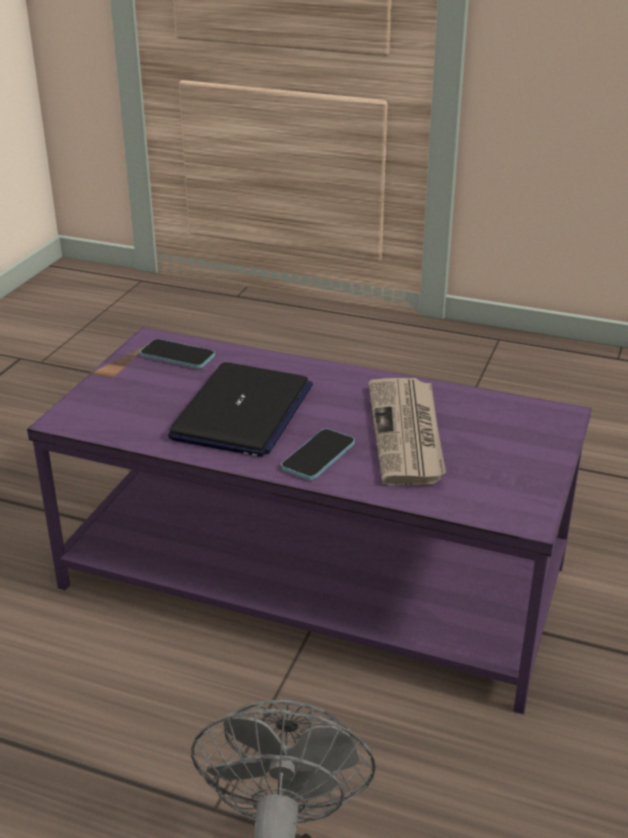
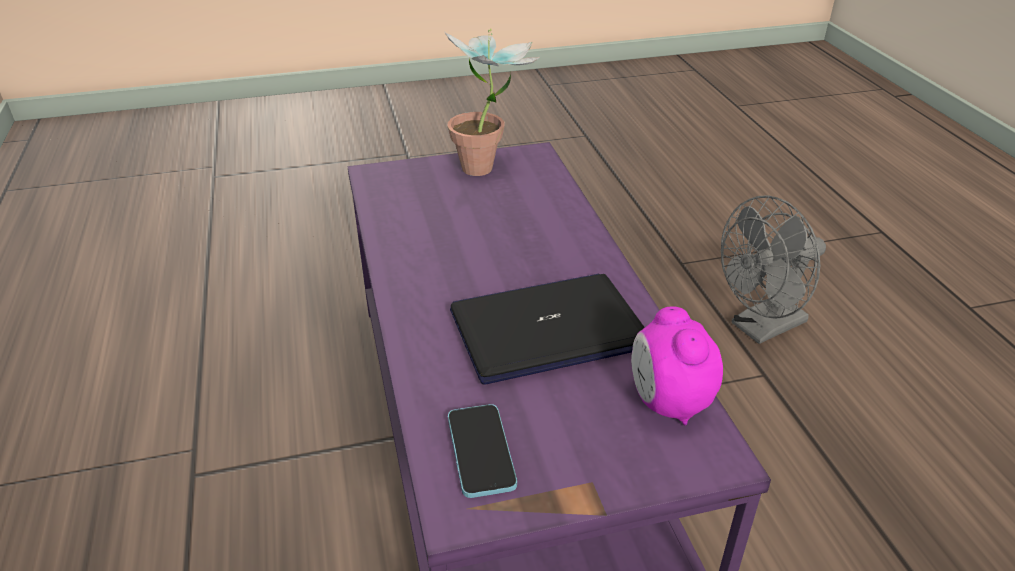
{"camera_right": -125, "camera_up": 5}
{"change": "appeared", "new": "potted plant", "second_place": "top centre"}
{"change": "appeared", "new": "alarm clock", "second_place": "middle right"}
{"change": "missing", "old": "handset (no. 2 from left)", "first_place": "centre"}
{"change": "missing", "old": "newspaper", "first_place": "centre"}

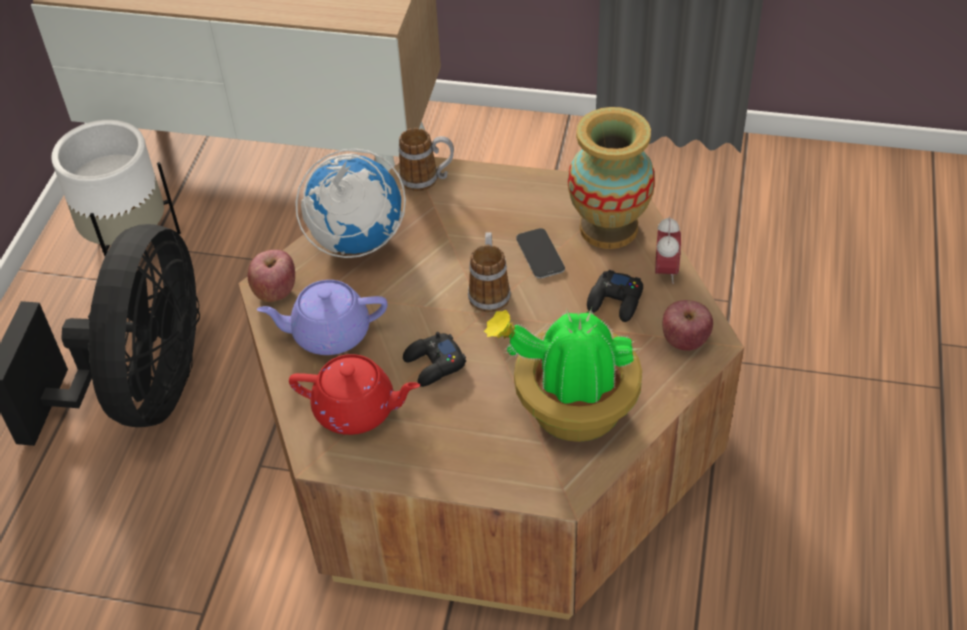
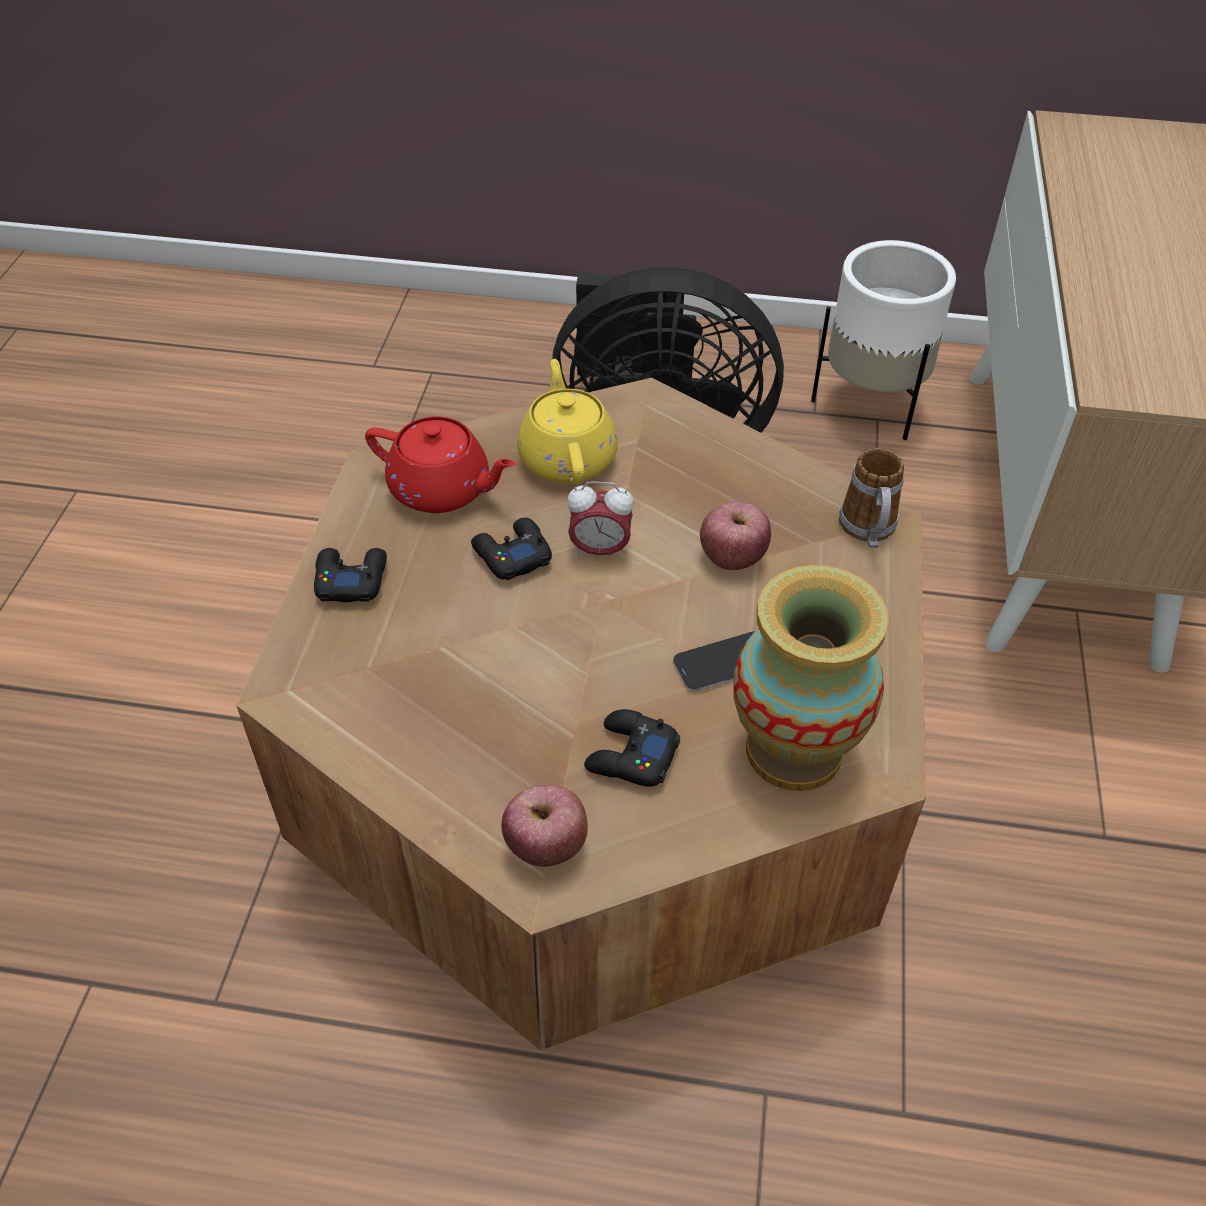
{"camera_right": 85, "camera_up": 0}
{"change": "appeared", "new": "black gamepad (no. 1 from left)", "second_place": "middle left"}
{"change": "spun", "old": "red-coloured teapot", "first_place": "centre", "second_place": "centre", "degrees": -75}
{"change": "colour", "old": "purplish teapot", "new": "yellow teapot", "first_place": "middle left", "second_place": "centre"}
{"change": "relocated", "old": "alarm clock", "first_place": "middle right", "second_place": "centre"}
{"change": "relocated", "old": "whole apple (no. 1 from left in the first image)", "new": "whole apple (no. 2 from left)", "first_place": "middle left", "second_place": "centre"}
{"change": "missing", "old": "globe", "first_place": "top centre"}
{"change": "missing", "old": "mug (no. 2 from left)", "first_place": "centre"}
{"change": "missing", "old": "potted plant", "first_place": "centre"}

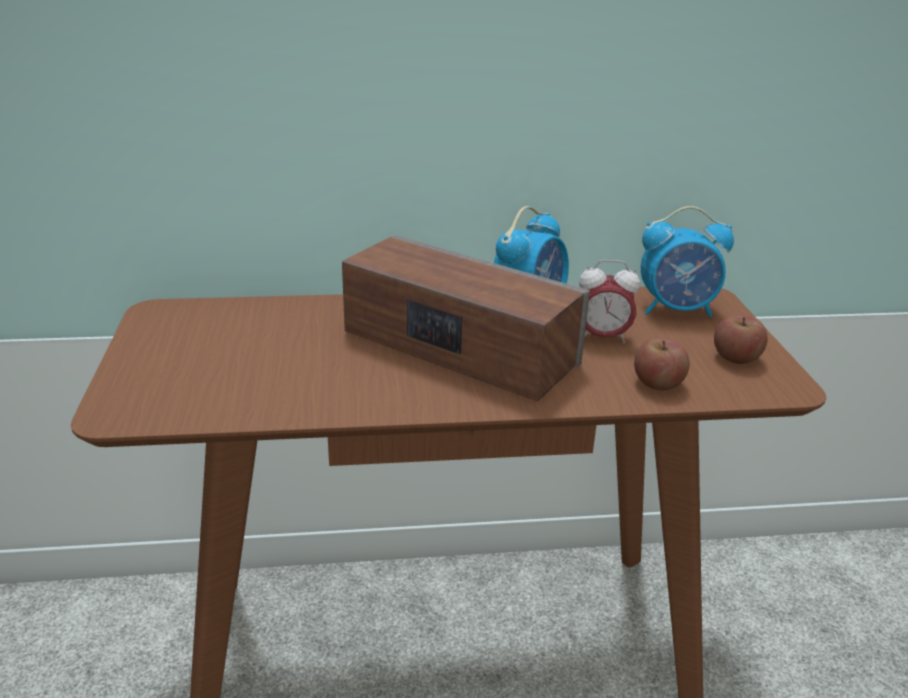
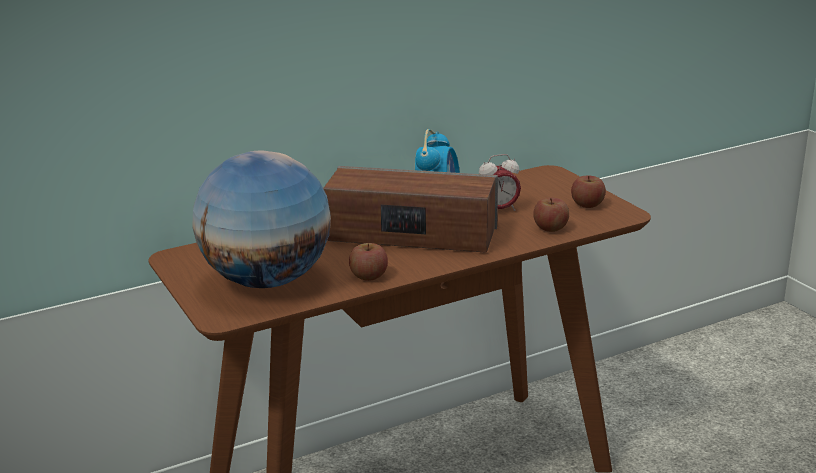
{"camera_right": -20, "camera_up": -5}
{"change": "appeared", "new": "globe", "second_place": "middle left"}
{"change": "appeared", "new": "whole apple (no. 1 from left)", "second_place": "centre"}
{"change": "missing", "old": "alarm clock (no. 3 from left)", "first_place": "middle right"}

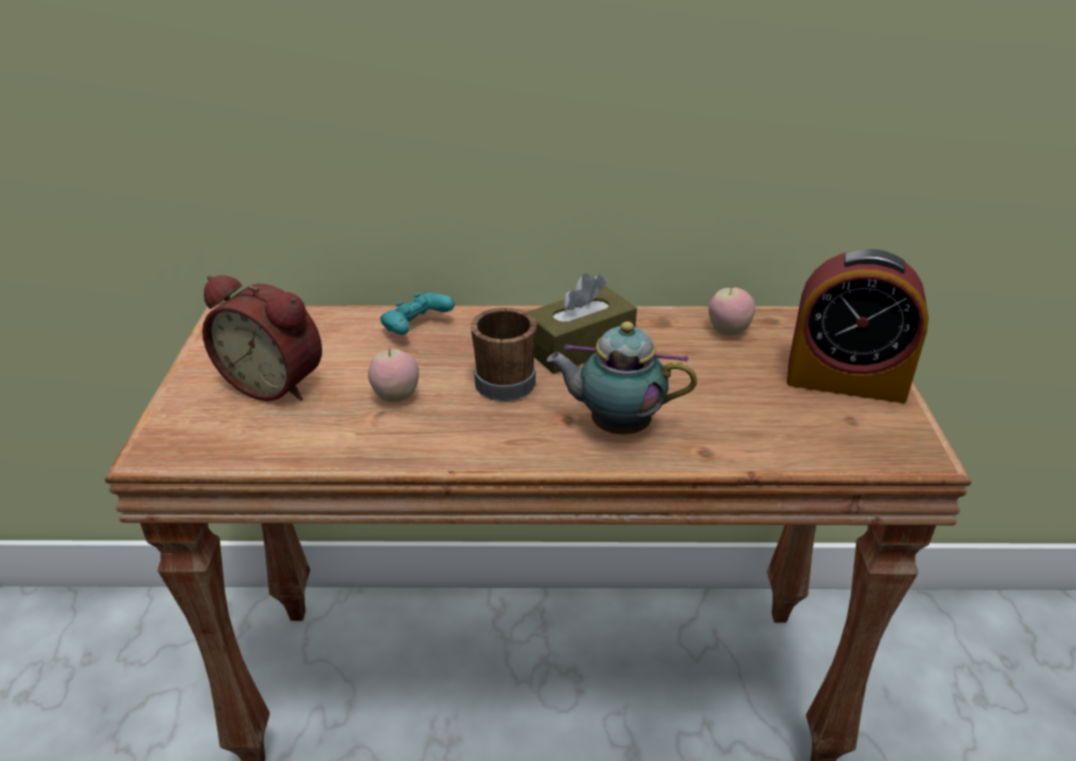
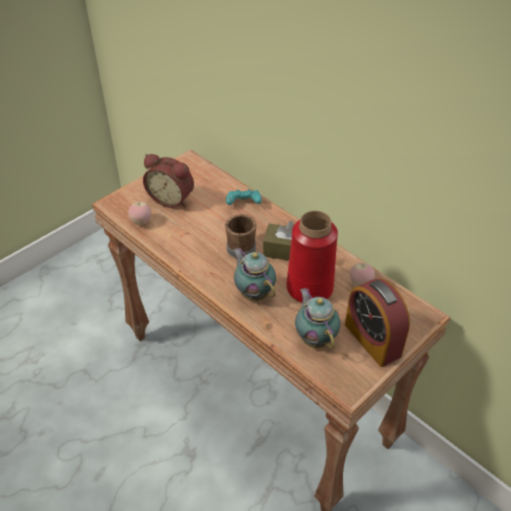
{"camera_right": 45, "camera_up": 10}
{"change": "relocated", "old": "whole apple (no. 1 from left)", "first_place": "centre", "second_place": "middle left"}
{"change": "spun", "old": "alarm clock (no. 1 from left)", "first_place": "middle left", "second_place": "middle left", "degrees": -45}
{"change": "appeared", "new": "red-coloured decorative vase", "second_place": "centre"}
{"change": "appeared", "new": "teapot (no. 2 from left)", "second_place": "centre"}

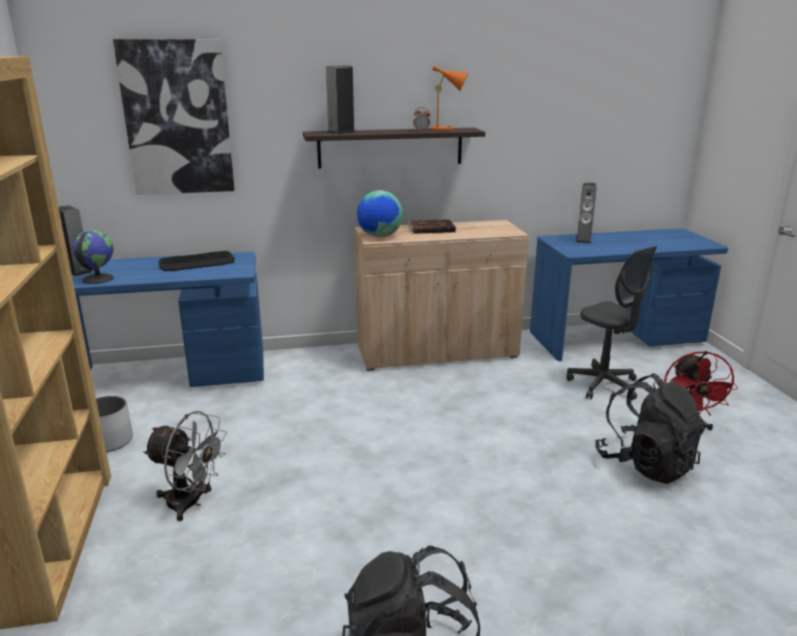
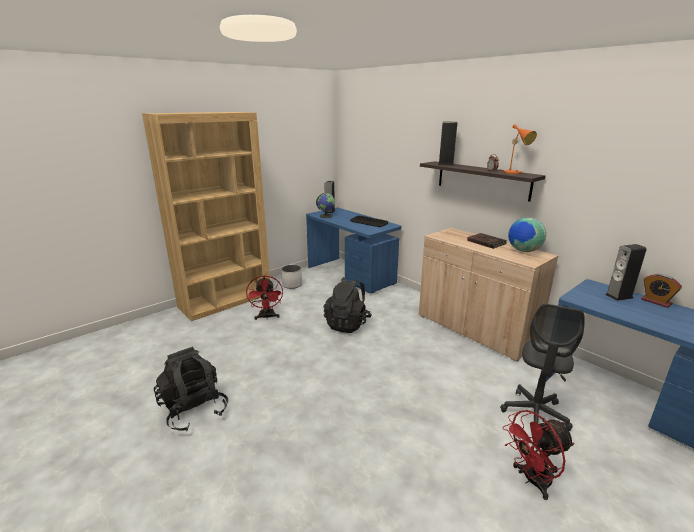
{"camera_right": 60, "camera_up": 0}
{"change": "colour", "old": "greyish fan", "new": "red-coloured fan (no. 1 from left)", "first_place": "bottom left", "second_place": "centre"}
{"change": "relocated", "old": "black knapsack (no. 2 from left)", "first_place": "bottom right", "second_place": "centre"}
{"change": "relocated", "old": "globe (no. 2 from left)", "first_place": "centre", "second_place": "middle right"}
{"change": "appeared", "new": "alarm clock (no. 2 from left)", "second_place": "middle right"}
{"change": "missing", "old": "wall art", "first_place": "top left"}

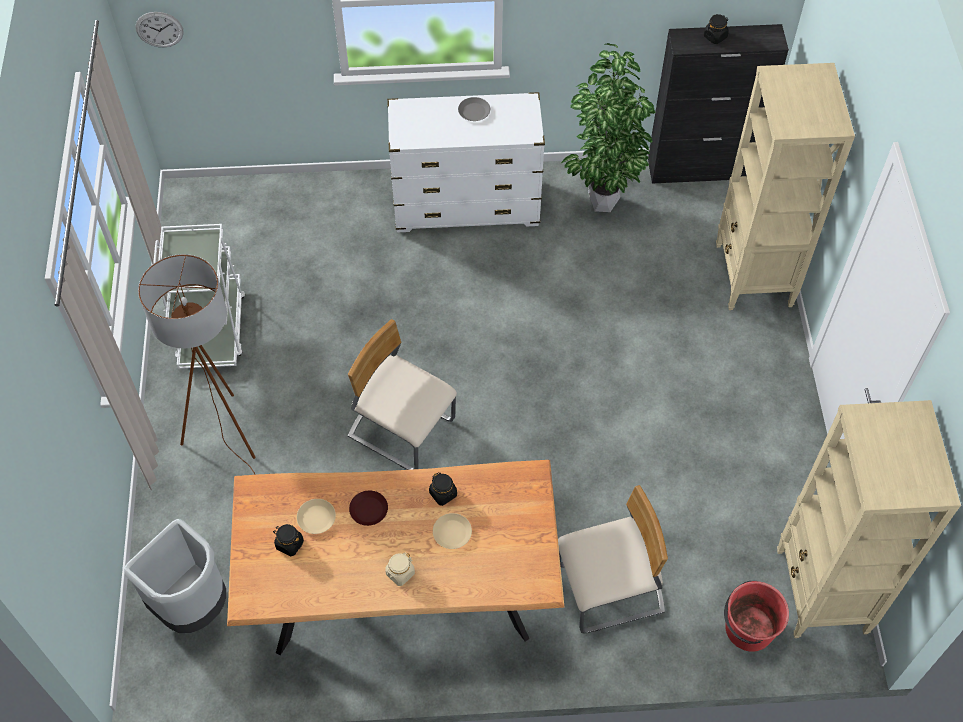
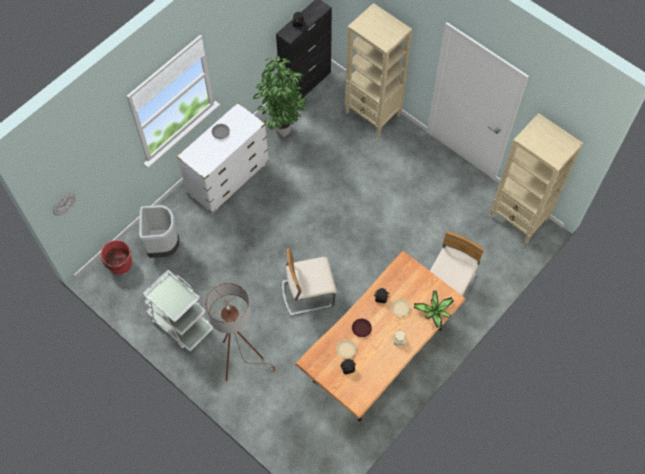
{"camera_right": -45, "camera_up": 5}
{"change": "relocated", "old": "red-coloured bucket", "first_place": "bottom right", "second_place": "middle left"}
{"change": "relocated", "old": "greyish trash can", "first_place": "bottom left", "second_place": "middle left"}
{"change": "appeared", "new": "potted plant (no. 2 from left)", "second_place": "middle right"}

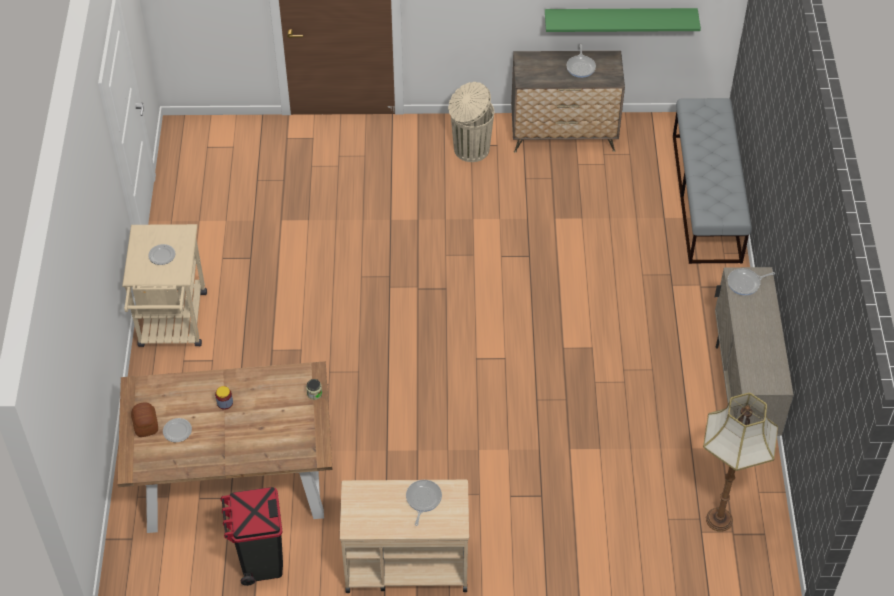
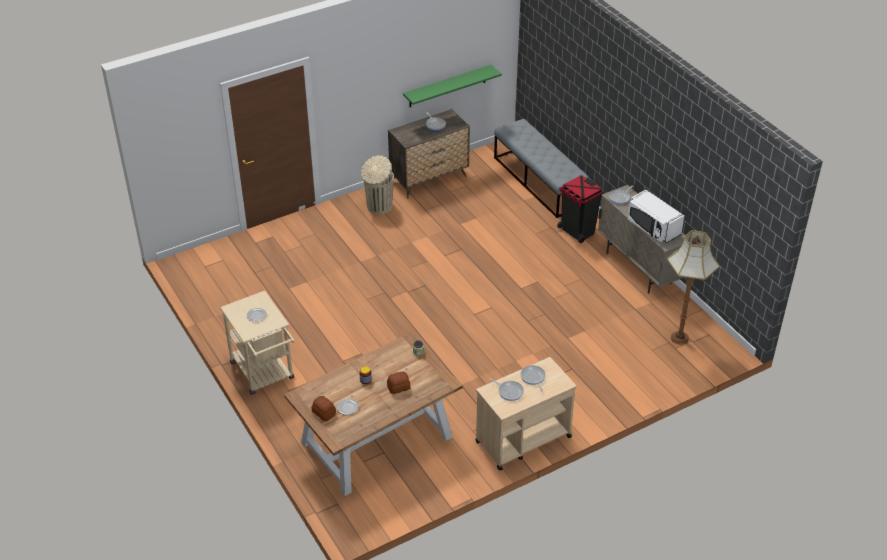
{"camera_right": -30, "camera_up": -10}
{"change": "appeared", "new": "baked bread (no. 2 from left)", "second_place": "bottom centre"}
{"change": "appeared", "new": "frying pan (no. 2 from left)", "second_place": "bottom centre"}
{"change": "relocated", "old": "black trash can", "first_place": "bottom left", "second_place": "centre"}
{"change": "appeared", "new": "whitish microwave oven", "second_place": "middle right"}

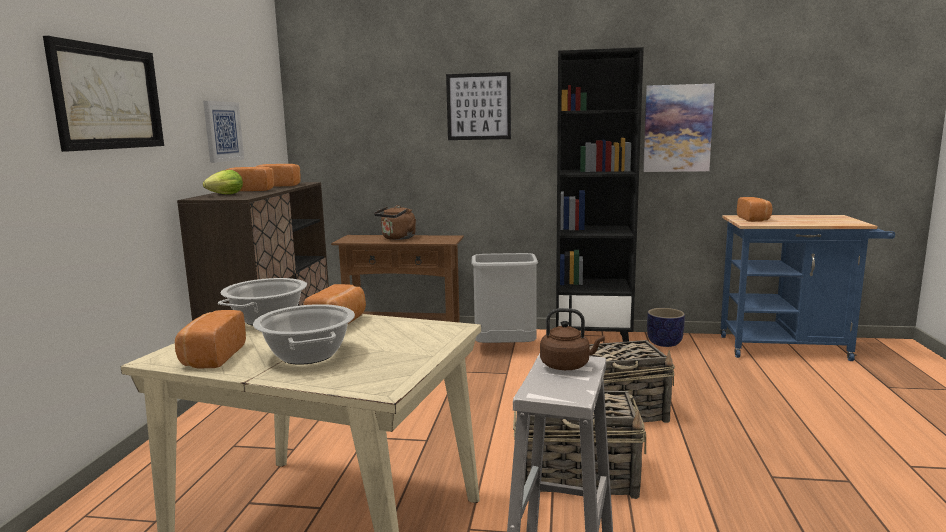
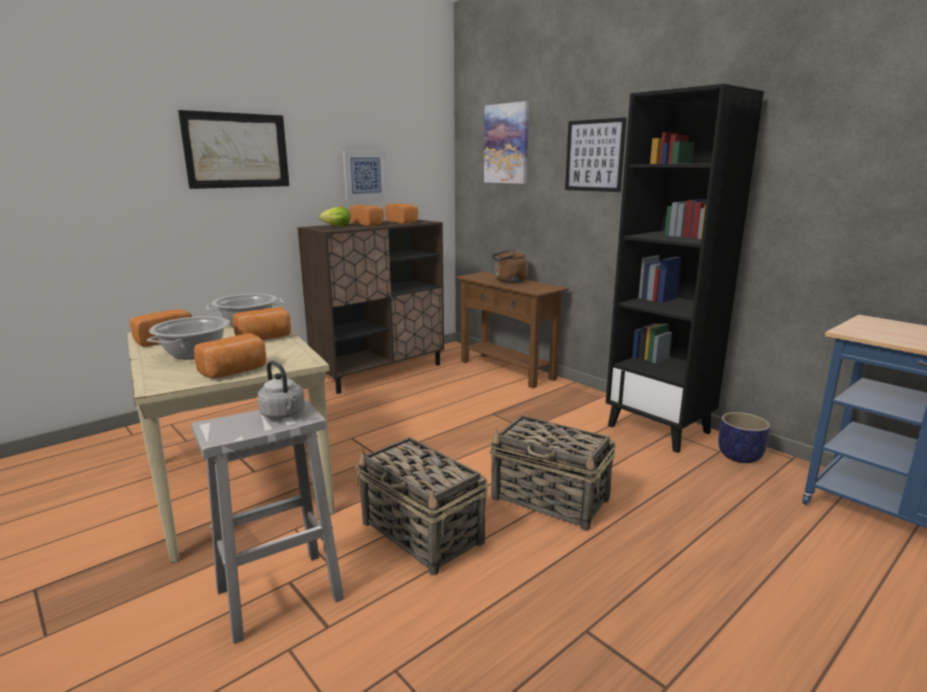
{"camera_right": 40, "camera_up": 5}
{"change": "relocated", "old": "baked bread (no. 5 from left in the first image)", "new": "baked bread (no. 2 from left)", "first_place": "middle right", "second_place": "middle left"}
{"change": "colour", "old": "brown-coloured kettle (no. 2 from left)", "new": "greyish kettle", "first_place": "centre", "second_place": "middle left"}
{"change": "relocated", "old": "wall art (no. 4 from left in the first image)", "new": "wall art (no. 3 from left)", "first_place": "top right", "second_place": "top centre"}
{"change": "missing", "old": "greyish trash can", "first_place": "centre"}

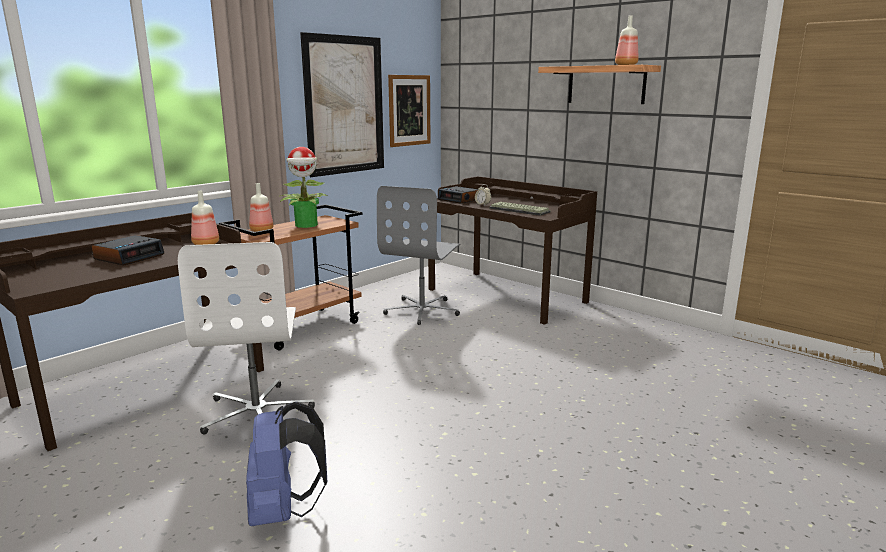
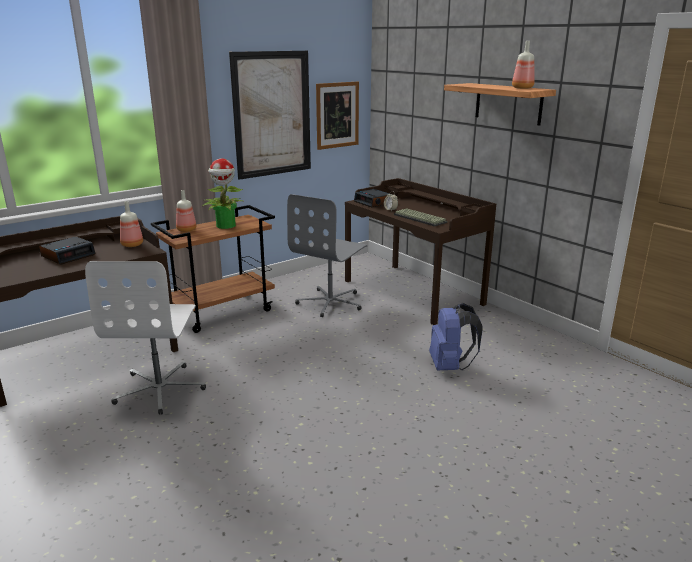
{"camera_right": 10, "camera_up": 5}
{"change": "relocated", "old": "bluish knapsack", "first_place": "bottom left", "second_place": "centre"}

